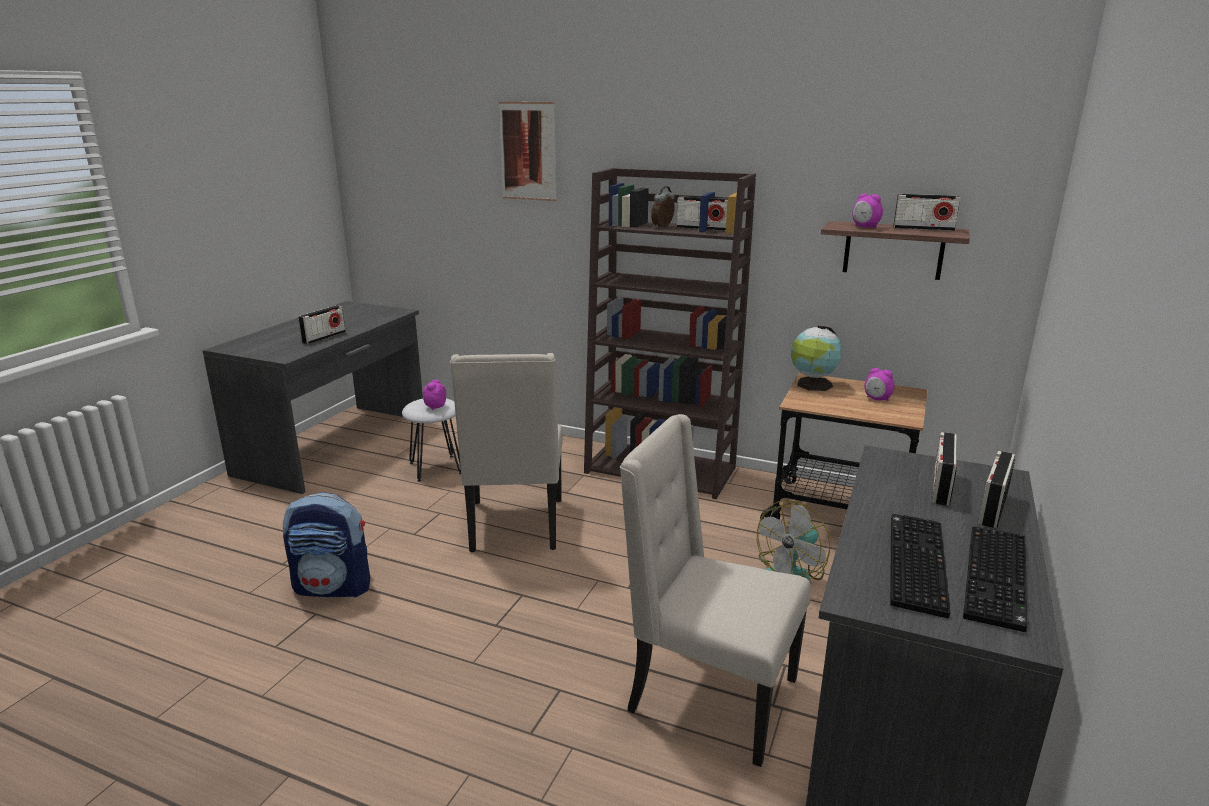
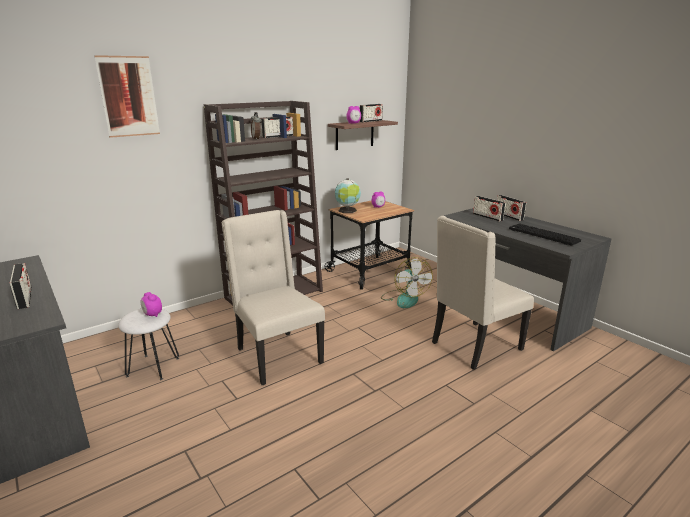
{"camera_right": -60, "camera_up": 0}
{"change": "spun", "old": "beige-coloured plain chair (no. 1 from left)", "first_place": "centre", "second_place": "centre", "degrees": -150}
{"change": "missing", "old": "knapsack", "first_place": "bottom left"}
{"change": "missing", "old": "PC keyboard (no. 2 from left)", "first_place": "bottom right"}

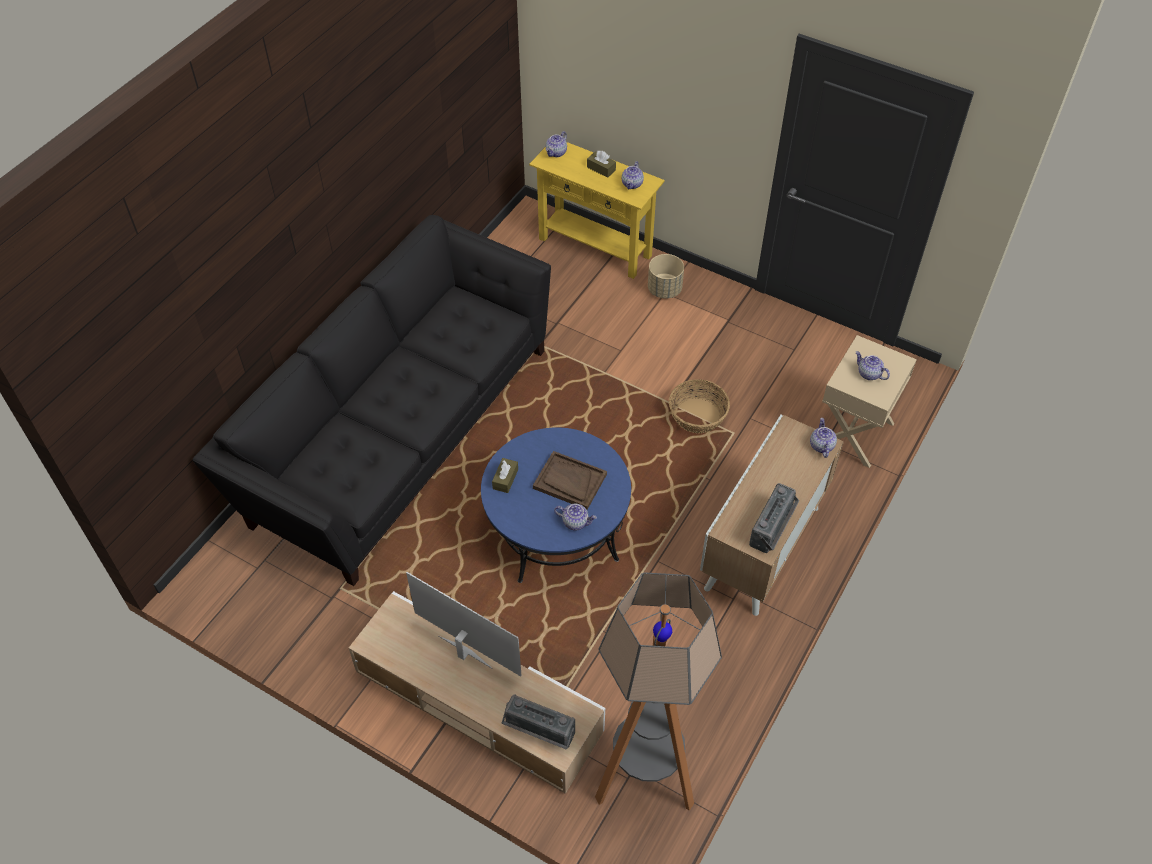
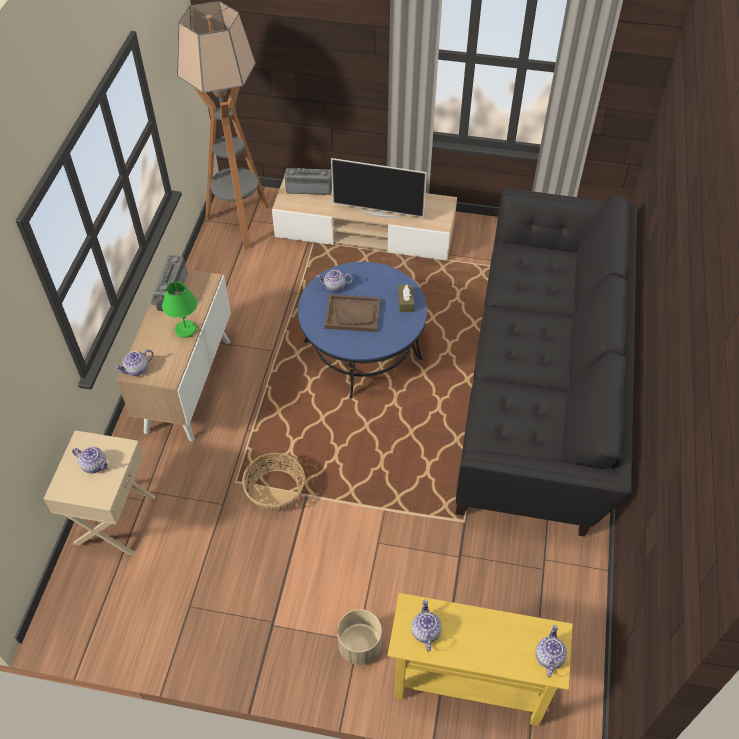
{"camera_right": 160, "camera_up": 0}
{"change": "spun", "old": "teapot (no. 4 from left in the first image)", "first_place": "middle right", "second_place": "middle left", "degrees": 75}
{"change": "appeared", "new": "green tabletop lamp", "second_place": "middle left"}
{"change": "missing", "old": "brown-coloured box of tissues (no. 2 from left)", "first_place": "top centre"}

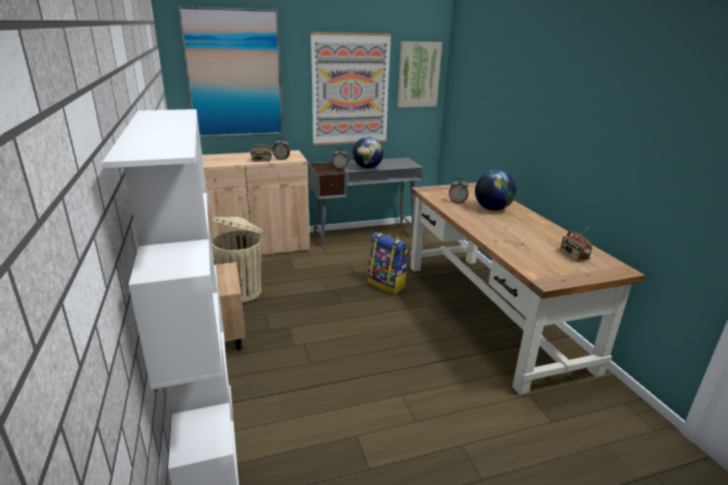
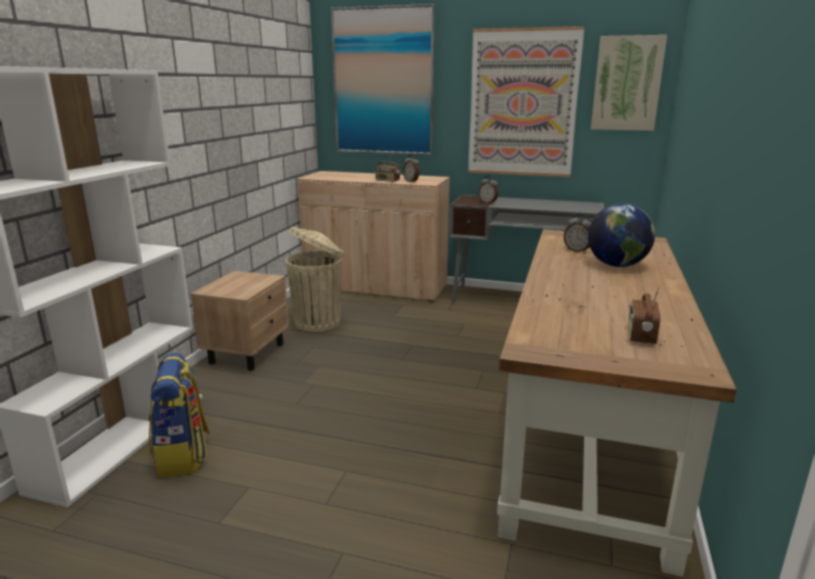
{"camera_right": 35, "camera_up": -5}
{"change": "relocated", "old": "knapsack", "first_place": "centre", "second_place": "bottom left"}
{"change": "missing", "old": "globe (no. 1 from left)", "first_place": "top centre"}

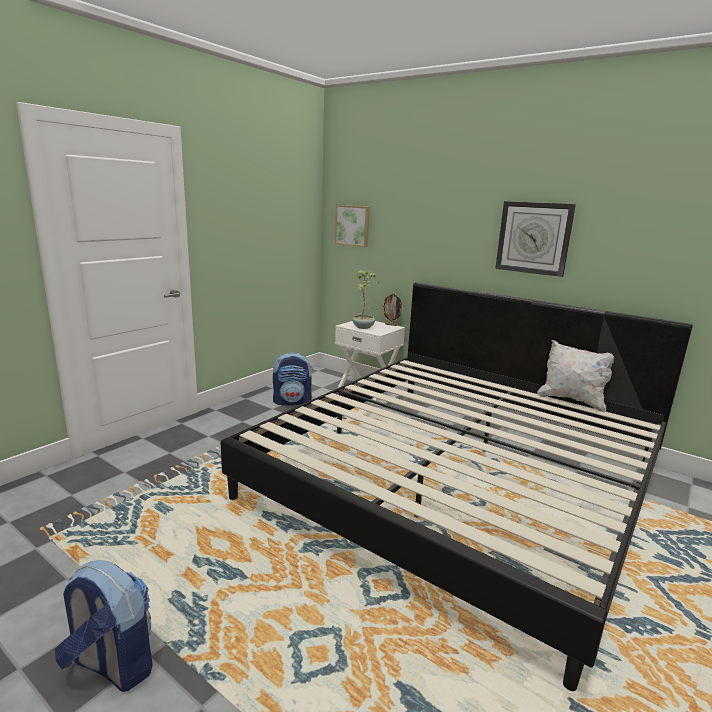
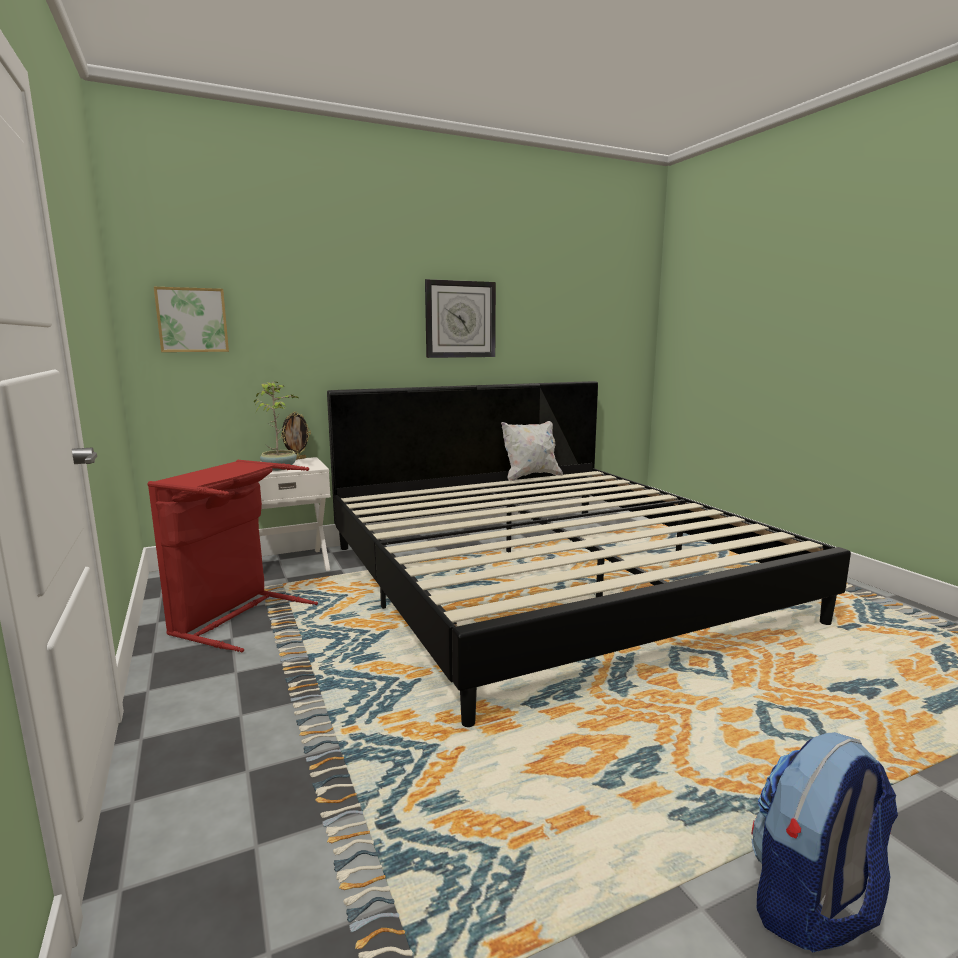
{"camera_right": -60, "camera_up": -5}
{"change": "exchanged", "old": "knapsack (no. 2 from left)", "new": "red-coloured washing basket", "first_place": "centre", "second_place": "middle left"}

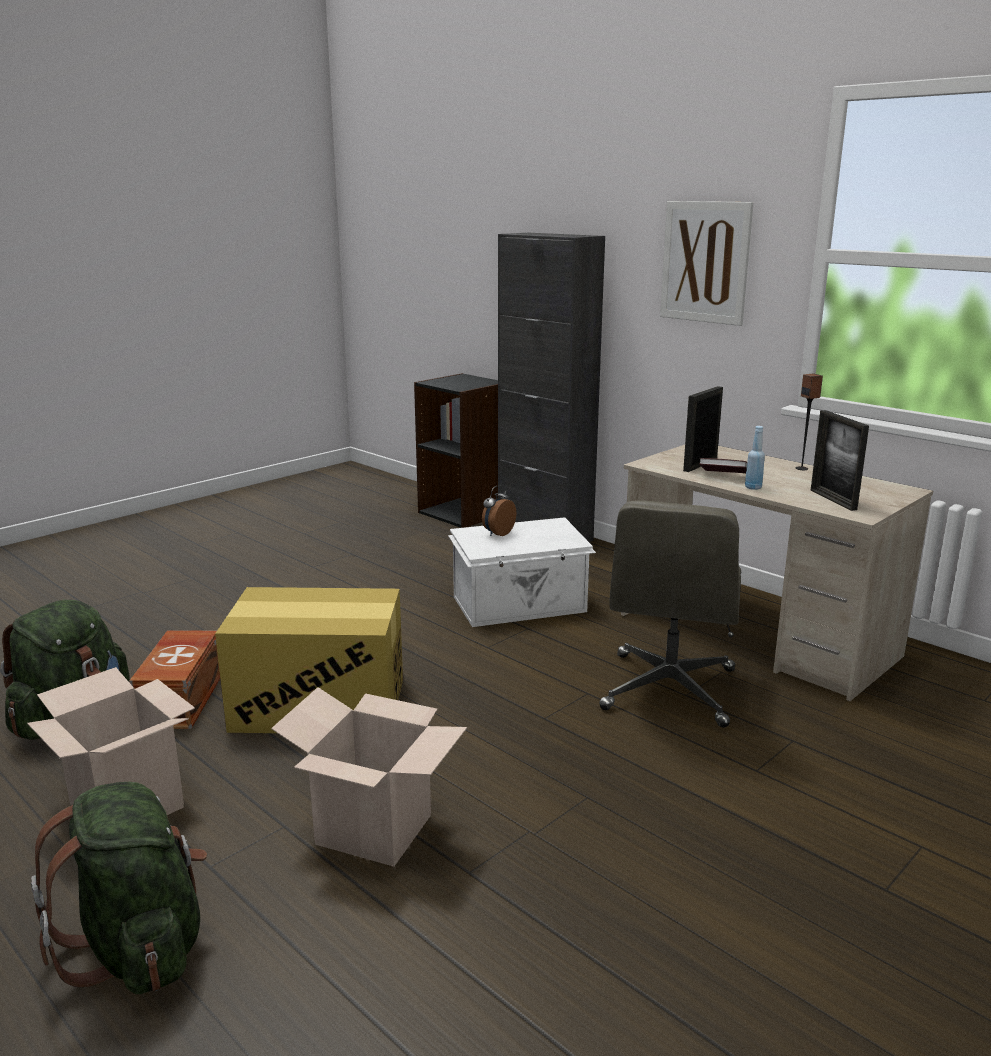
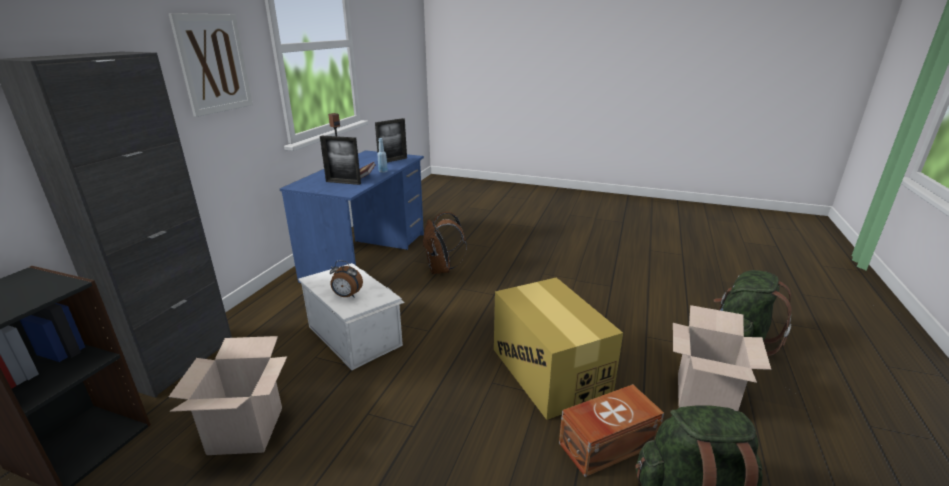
{"camera_right": -115, "camera_up": 5}
{"change": "relocated", "old": "carton (no. 3 from left in the first image)", "new": "carton (no. 1 from left)", "first_place": "bottom centre", "second_place": "bottom left"}
{"change": "colour", "old": "beige-coloured desk table", "new": "bluish desk table", "first_place": "middle right", "second_place": "centre"}
{"change": "exchanged", "old": "greyish desk chair", "new": "brown-coloured knapsack", "first_place": "middle right", "second_place": "centre"}

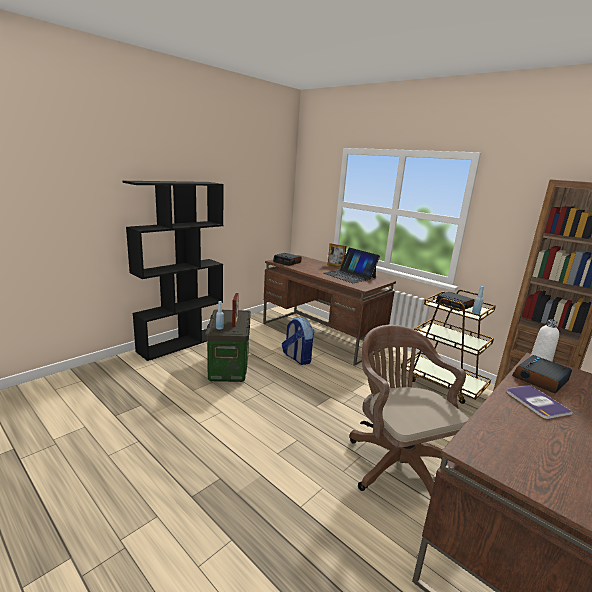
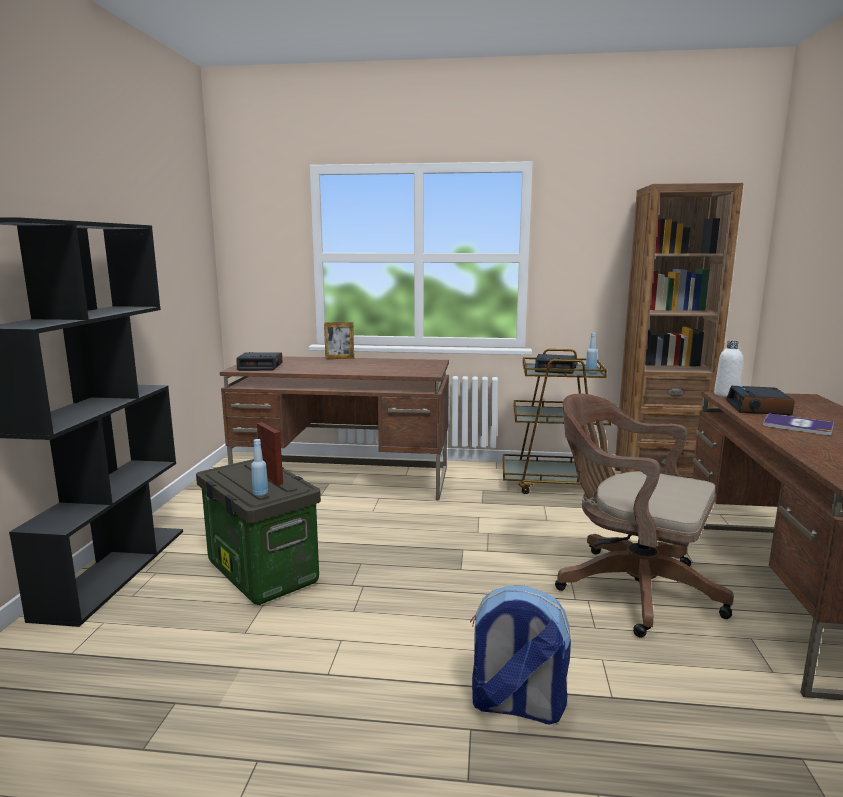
{"camera_right": -35, "camera_up": -5}
{"change": "relocated", "old": "knapsack", "first_place": "centre", "second_place": "bottom centre"}
{"change": "missing", "old": "portable computer", "first_place": "centre"}

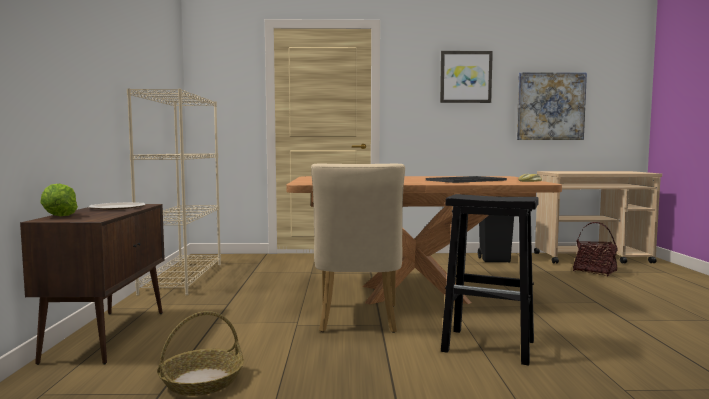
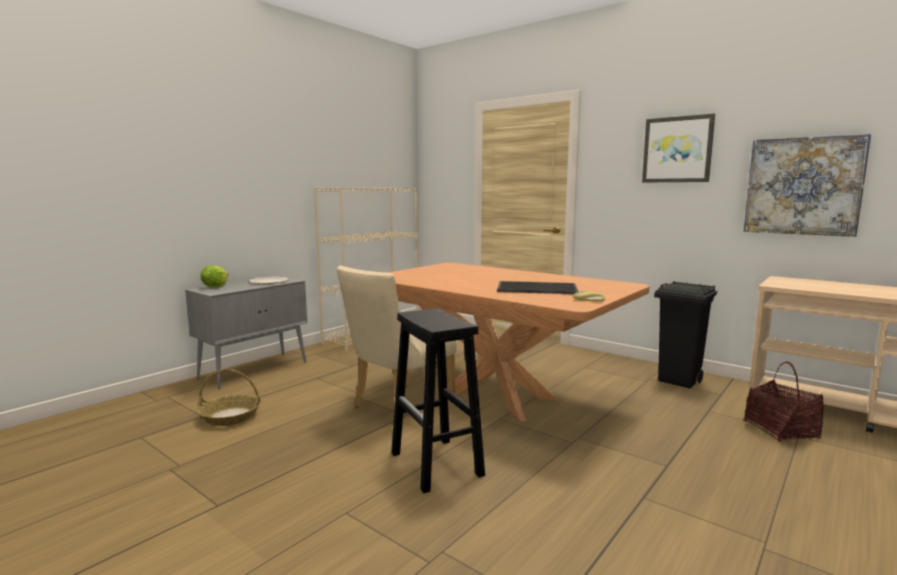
{"camera_right": 40, "camera_up": 5}
{"change": "colour", "old": "brown-coloured storage cabinet", "new": "greyish storage cabinet", "first_place": "bottom left", "second_place": "middle left"}

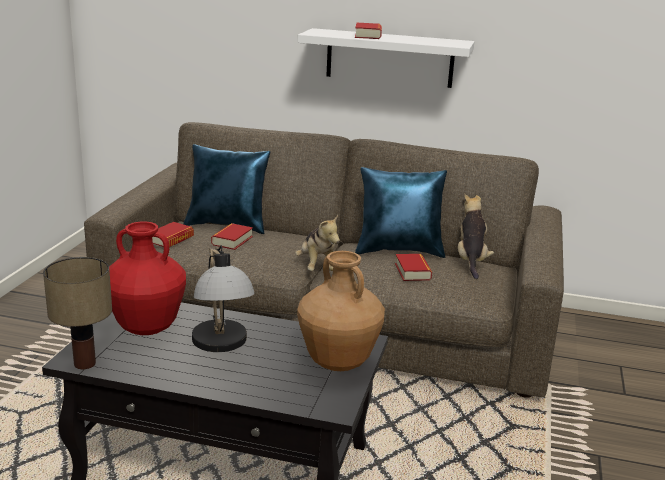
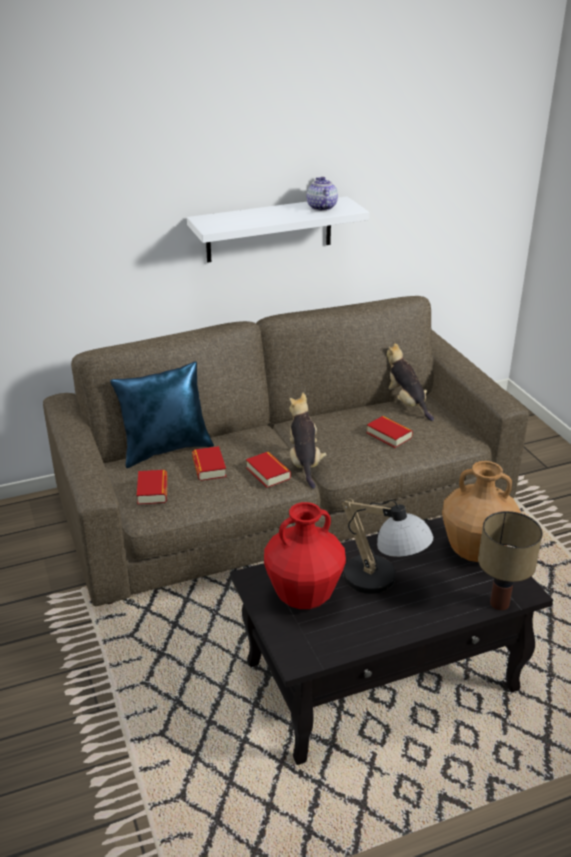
{"camera_right": -35, "camera_up": 10}
{"change": "relocated", "old": "volume (no. 3 from left)", "first_place": "top centre", "second_place": "centre"}
{"change": "spun", "old": "cuddly toy (no. 1 from left)", "first_place": "centre", "second_place": "centre", "degrees": -135}
{"change": "appeared", "new": "teapot", "second_place": "top centre"}
{"change": "relocated", "old": "tabletop lamp (no. 1 from left in the first image)", "new": "tabletop lamp (no. 2 from left)", "first_place": "middle left", "second_place": "middle right"}
{"change": "missing", "old": "bluish throw pillow (no. 2 from left)", "first_place": "centre"}

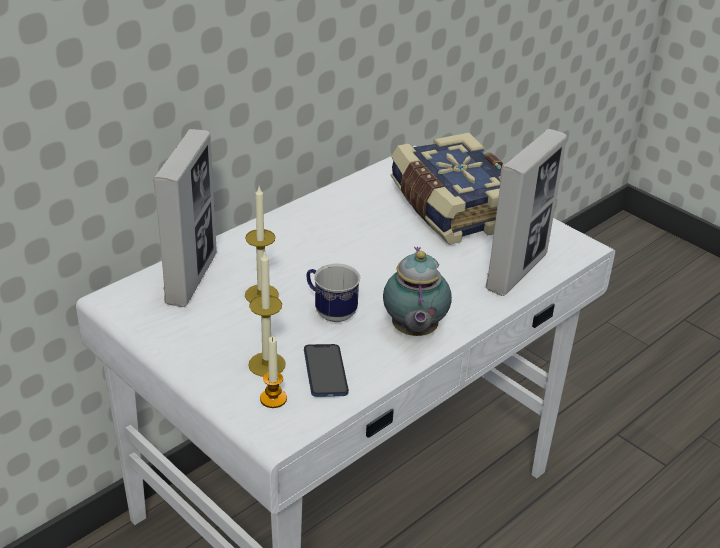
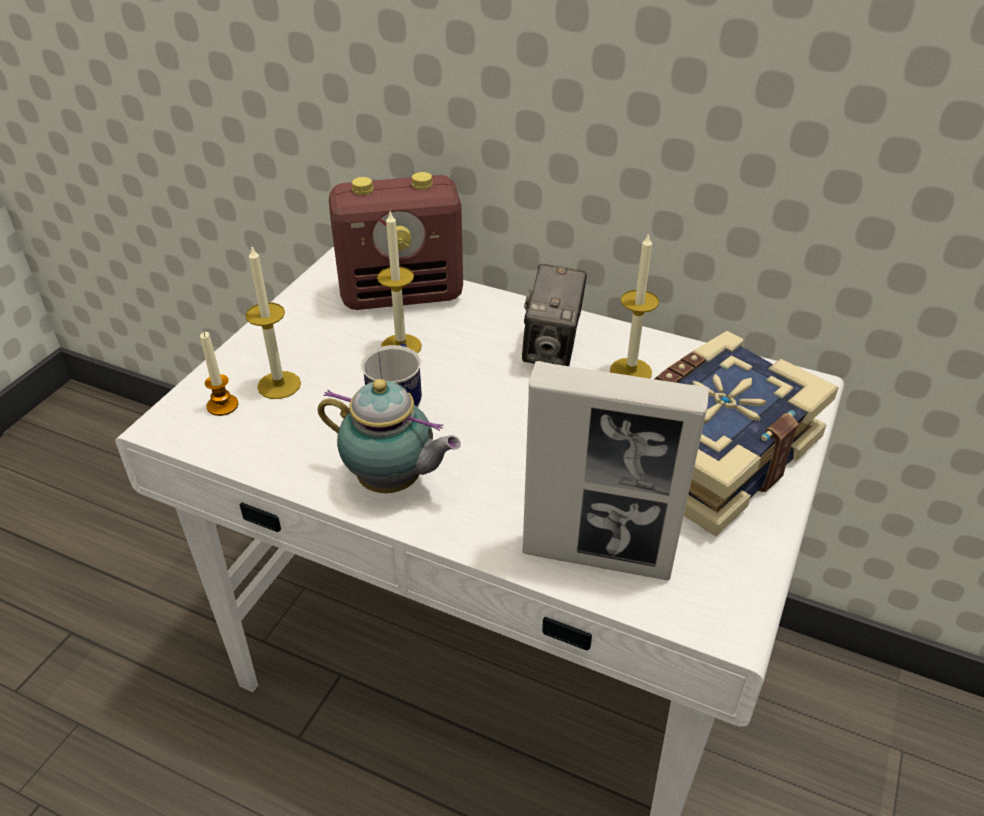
{"camera_right": 70, "camera_up": 5}
{"change": "spun", "old": "teapot", "first_place": "centre", "second_place": "centre", "degrees": -135}
{"change": "exchanged", "old": "picture frame (no. 1 from left)", "new": "radio set", "first_place": "middle left", "second_place": "top centre"}
{"change": "appeared", "new": "still camera", "second_place": "centre"}
{"change": "appeared", "new": "wax light (no. 4 from left)", "second_place": "centre"}
{"change": "missing", "old": "handset", "first_place": "bottom centre"}

